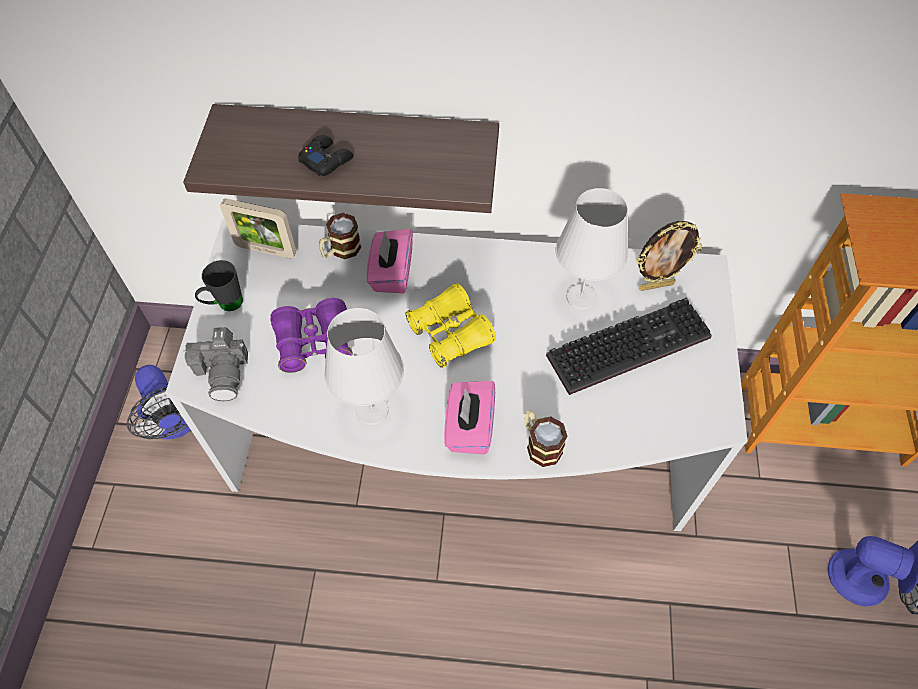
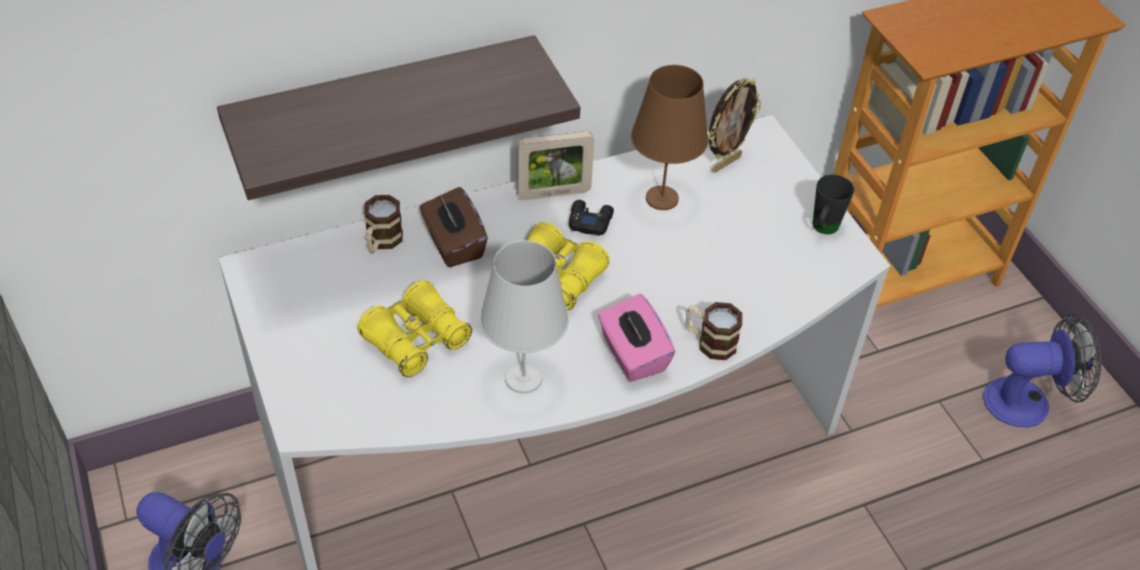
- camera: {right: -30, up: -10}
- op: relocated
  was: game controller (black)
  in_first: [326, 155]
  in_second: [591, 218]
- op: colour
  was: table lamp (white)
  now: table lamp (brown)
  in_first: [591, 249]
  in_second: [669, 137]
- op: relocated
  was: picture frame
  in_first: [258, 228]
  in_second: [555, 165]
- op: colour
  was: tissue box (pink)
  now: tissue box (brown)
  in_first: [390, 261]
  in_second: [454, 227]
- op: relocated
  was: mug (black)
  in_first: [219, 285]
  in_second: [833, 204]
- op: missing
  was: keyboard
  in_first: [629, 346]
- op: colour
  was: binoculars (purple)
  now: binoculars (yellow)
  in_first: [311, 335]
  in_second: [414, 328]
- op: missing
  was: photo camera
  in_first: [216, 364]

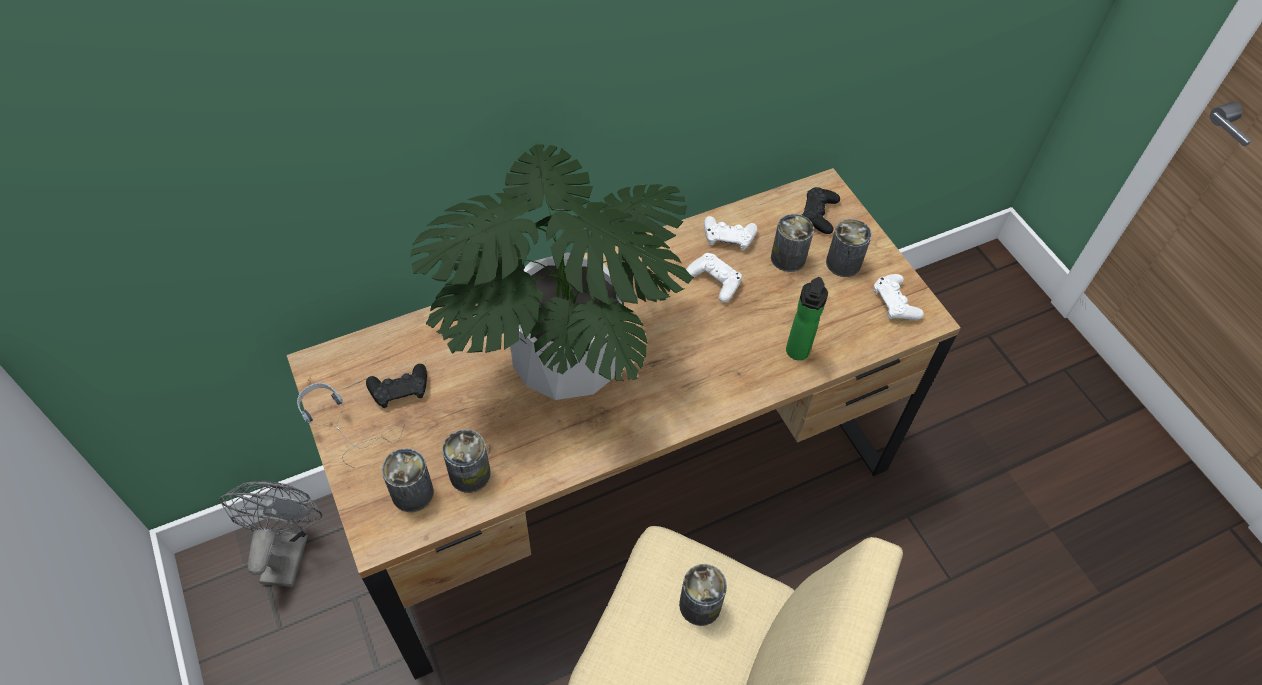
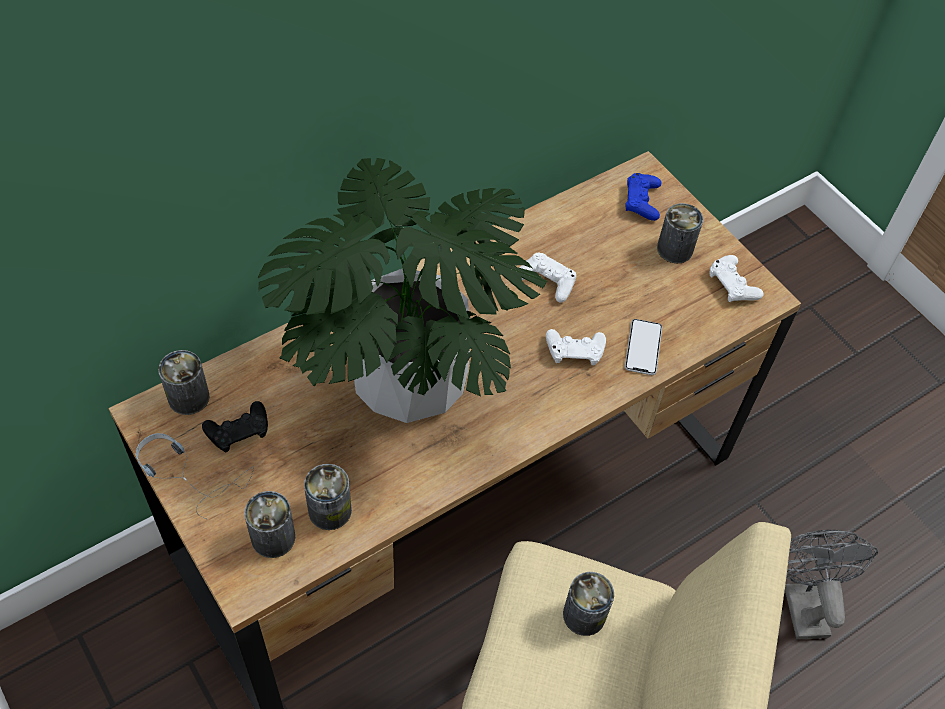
- camera: {right: -10, up: 0}
- op: colour
  was: game controller (black)
  now: game controller (blue)
  in_first: [821, 210]
  in_second: [643, 197]
- op: relocated
  was: can
  in_first: [792, 243]
  in_second: [184, 382]
- op: relocated
  was: game controller (white)
  in_first: [730, 233]
  in_second: [576, 347]
- op: exchanged
  was: bottle
  now: phone
  in_first: [807, 318]
  in_second: [643, 347]
- op: relocated
  was: fan (grey)
  in_first: [270, 534]
  in_second: [831, 584]

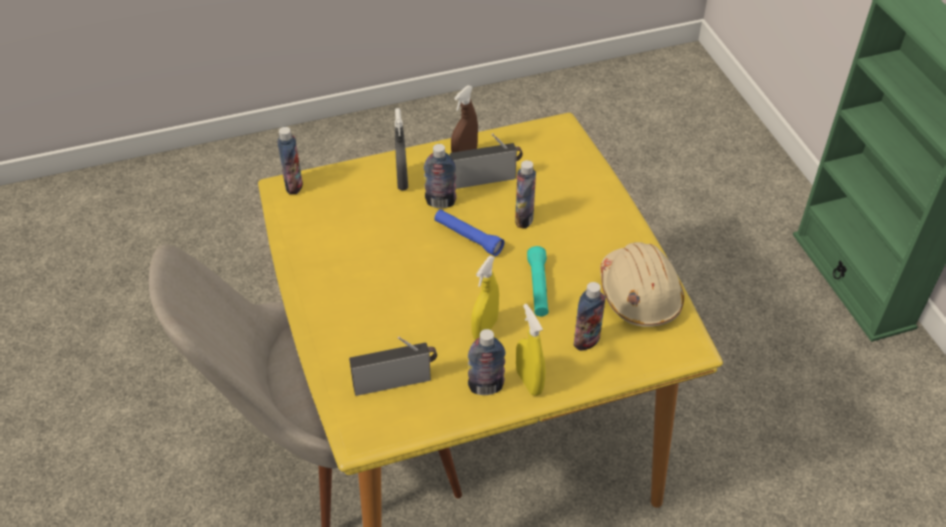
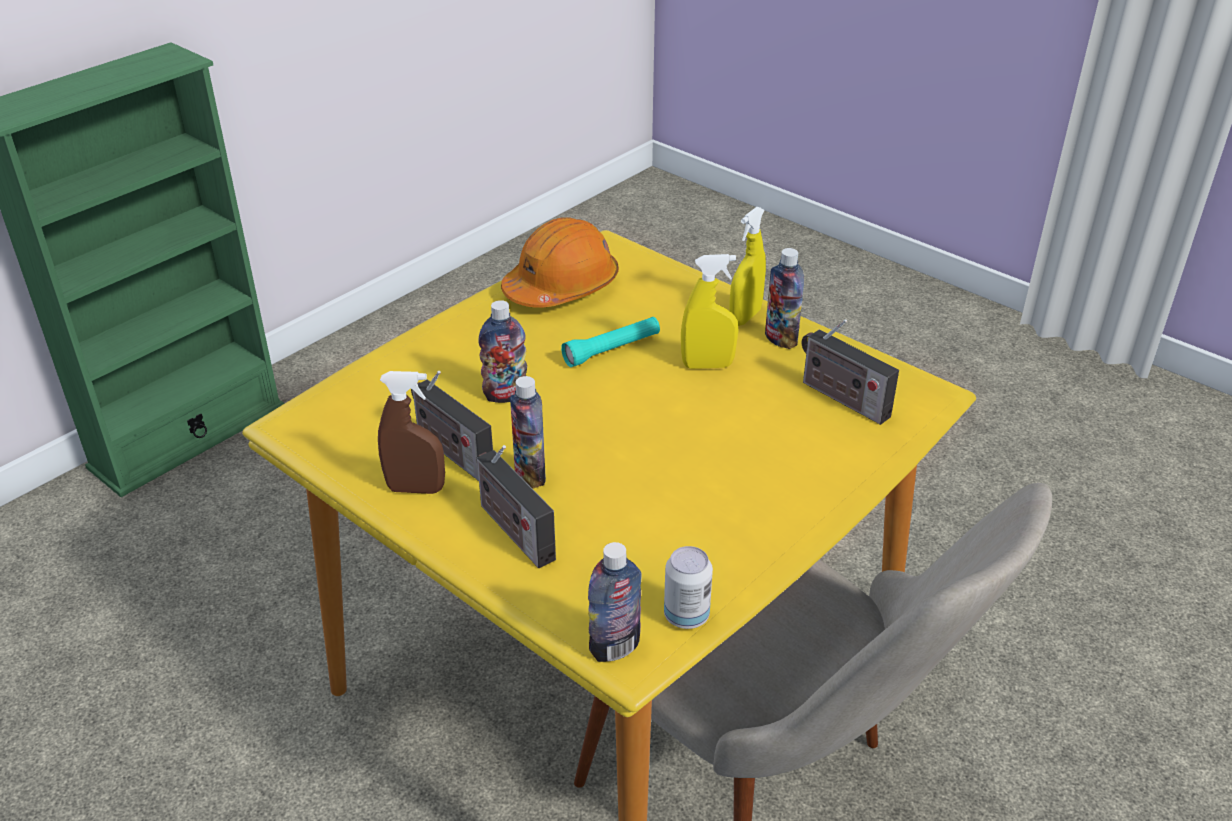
- camera: {right: -120, up: -10}
- op: exchanged
  was: spray bottle (grey)
  now: radio
  in_first: [401, 149]
  in_second: [516, 506]
- op: missing
  was: flashlight (blue)
  in_first: [469, 232]
- op: colour
  was: hard hat (beige)
  now: hard hat (orange)
  in_first: [642, 284]
  in_second: [560, 262]
- op: missing
  was: bottle
  in_first: [590, 316]
- op: appeared
  now: can
  in_second: [688, 587]

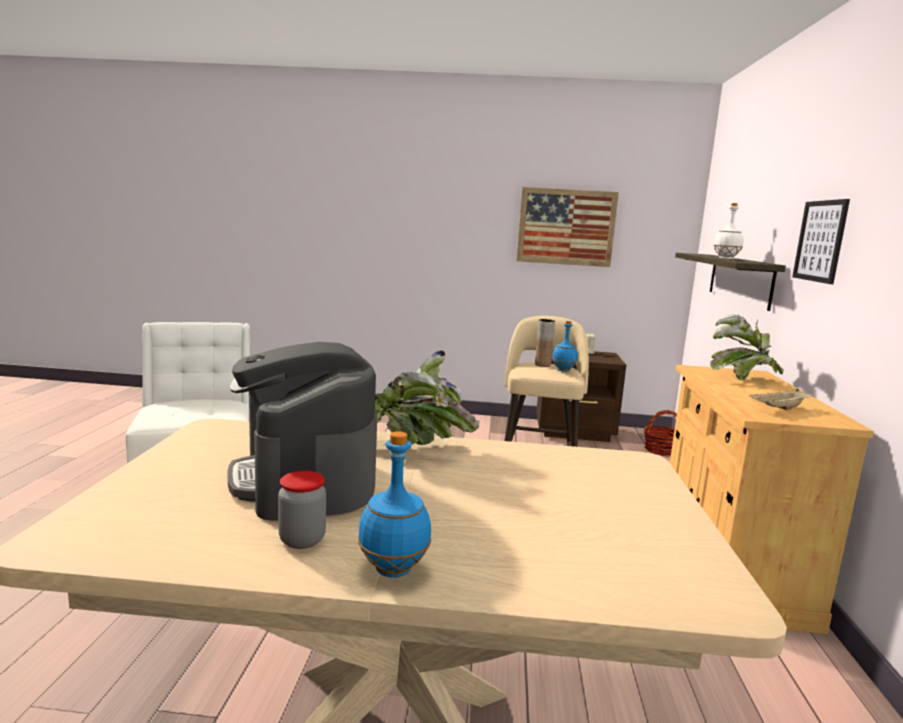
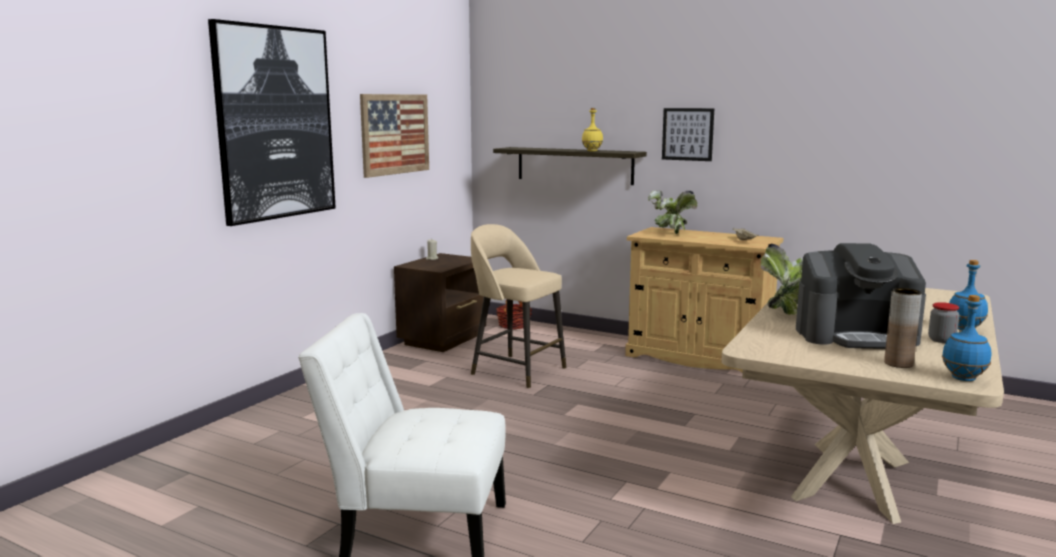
- camera: {right: -65, up: 0}
- op: colour
  was: bottle (white)
  now: bottle (yellow)
  in_first: [728, 231]
  in_second: [592, 129]
- op: relocated
  was: vase (brown)
  in_first: [545, 343]
  in_second: [903, 328]
- op: relocated
  was: bottle (blue)
  in_first: [565, 346]
  in_second: [966, 338]
- op: appeared
  now: picture
  in_second: [272, 122]

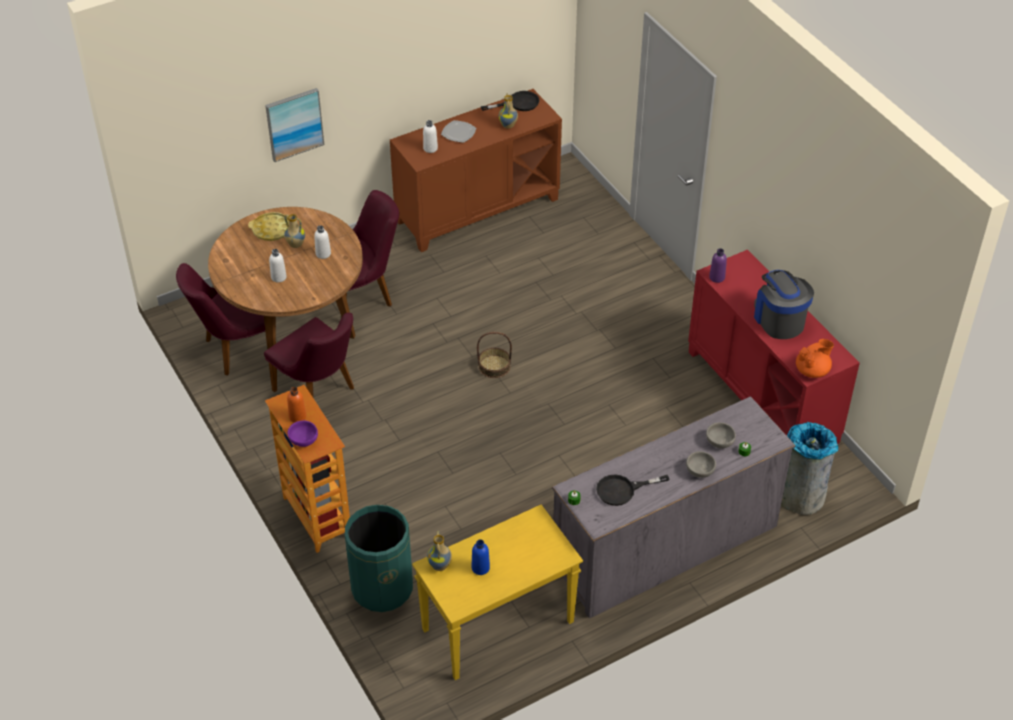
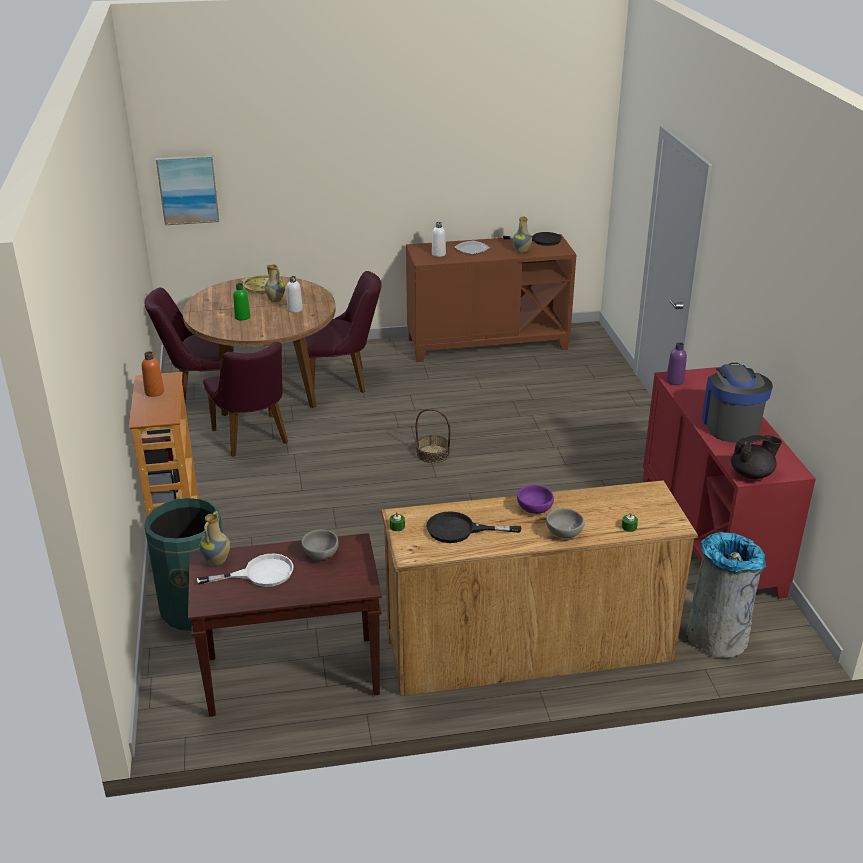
- camera: {right: 20, up: -15}
- op: relocated
  was: picture
  in_first: [294, 125]
  in_second: [187, 190]
- op: colour
  was: bottle (white)
  now: bottle (green)
  in_first: [278, 265]
  in_second: [241, 302]
- op: colour
  was: teapot (orange)
  now: teapot (black)
  in_first: [815, 358]
  in_second: [756, 457]
- op: colour
  was: dresser (grey)
  now: dresser (brown)
  in_first: [673, 507]
  in_second: [539, 588]
- op: relocated
  was: bowl (purple)
  in_first: [303, 434]
  in_second: [535, 499]
- op: relocated
  was: bowl (grey)
  in_first: [721, 435]
  in_second: [320, 544]
- op: colour
  was: console table (yellow)
  now: console table (brown)
  in_first: [497, 592]
  in_second: [285, 625]
- op: exchanged
  was: bottle (blue)
  now: frying pan (white)
  in_first: [481, 557]
  in_second: [245, 570]

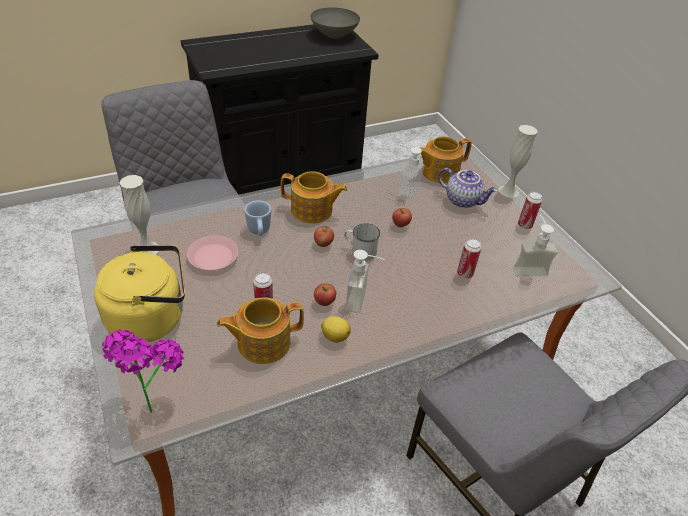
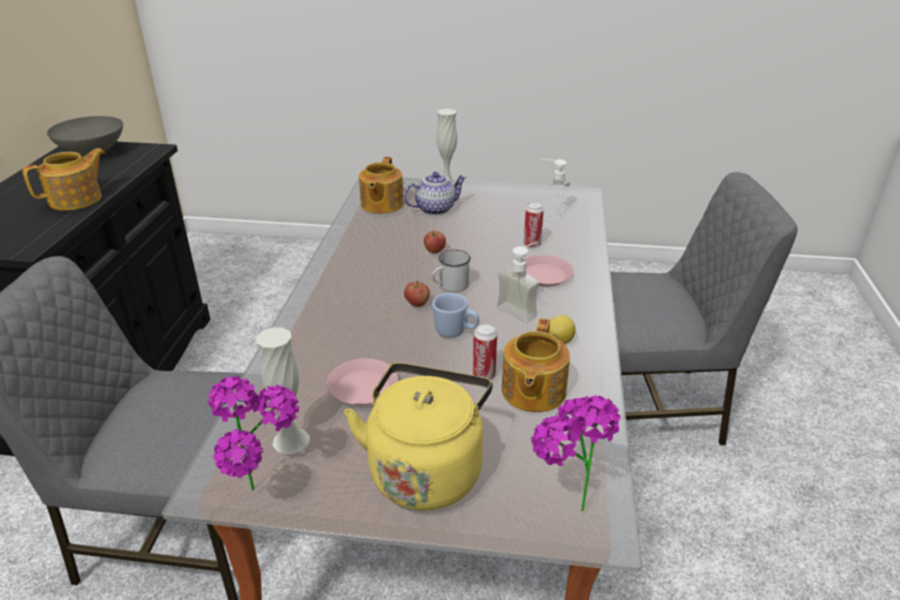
- camera: {right: -55, up: -10}
- op: missing
  was: soap dispenser
  in_first: [410, 172]
- op: relocated
  was: teapot
  in_first: [314, 197]
  in_second: [64, 179]
- op: missing
  was: can
  in_first: [530, 210]
- op: relocated
  was: mug (blue)
  in_first: [257, 218]
  in_second: [455, 315]
- op: missing
  was: apple
  in_first: [325, 294]
- op: appeared
  now: plate (pink)
  in_second: [549, 271]
- op: appeared
  now: potted plant
  in_second: [253, 433]

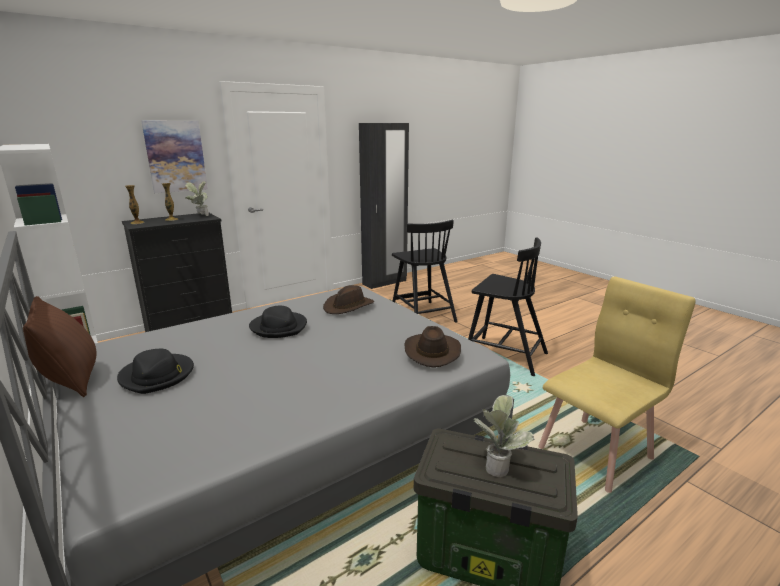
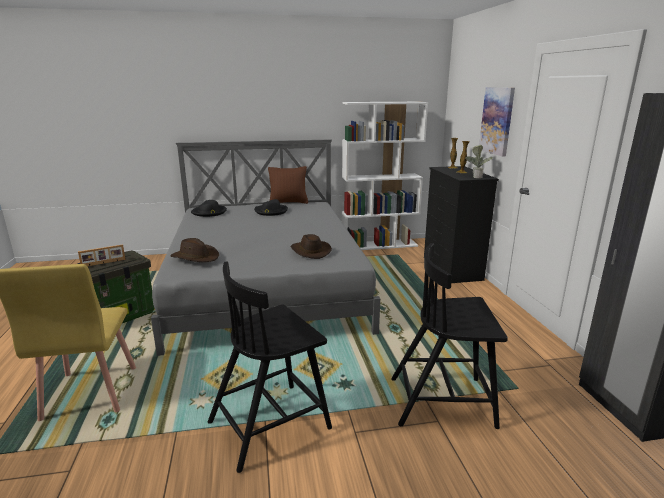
- camera: {right: 115, up: 0}
- op: relocated
  was: hat (black)
  in_first: [278, 322]
  in_second: [209, 208]
- op: exchanged
  was: potted plant
  now: picture frame
  in_first: [504, 436]
  in_second: [102, 255]

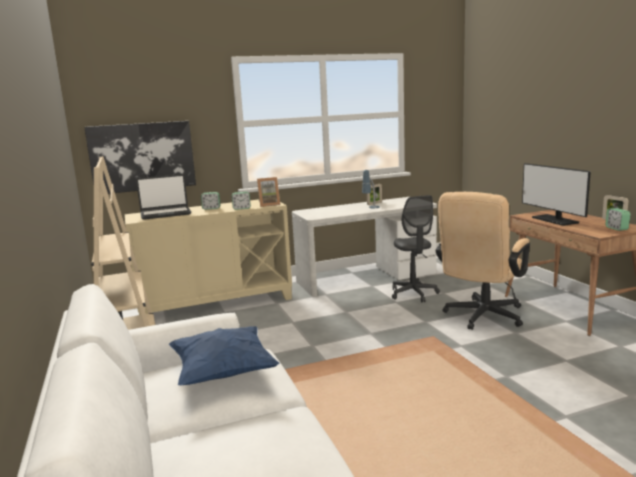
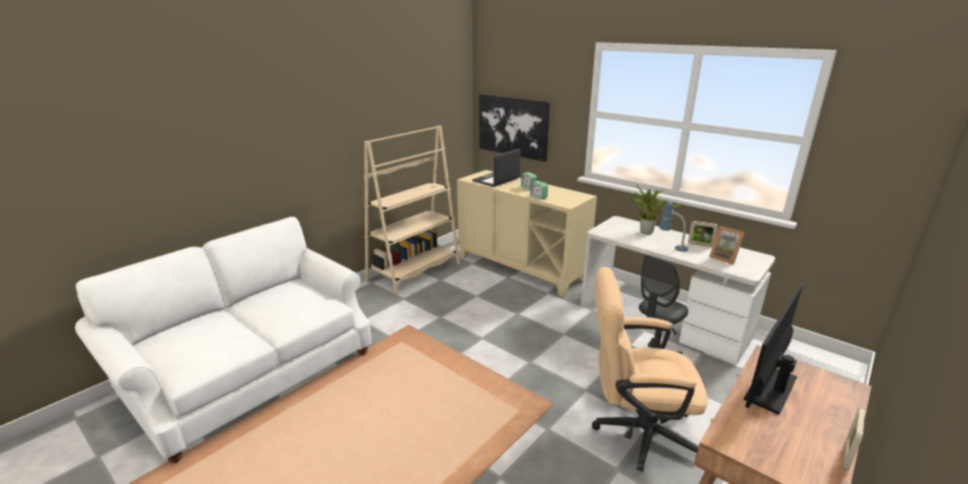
- camera: {right: 60, up: 10}
- op: spun
  was: laptop
  in_first: [163, 197]
  in_second: [496, 168]
  clockwise: 90
- op: relocated
  was: picture frame
  in_first: [268, 192]
  in_second: [727, 245]
- op: missing
  was: alarm clock
  in_first: [618, 219]
- op: missing
  was: pillow (blue)
  in_first: [224, 355]
- op: appeared
  now: potted plant
  in_second: [652, 209]

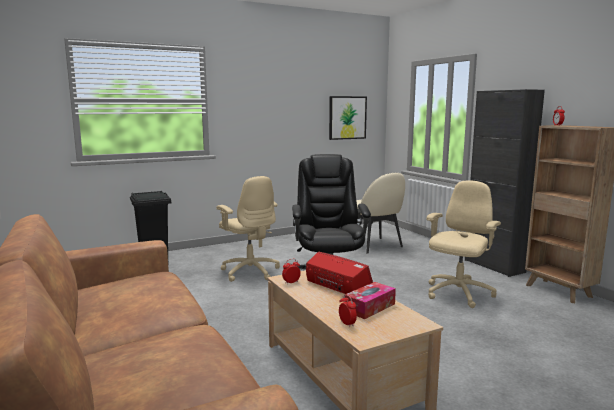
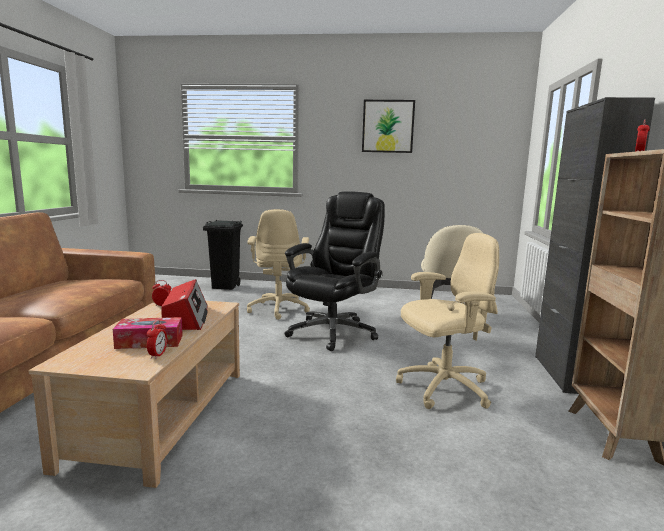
- camera: {right: 35, up: 0}
- op: relocated
  was: picture
  in_first: [348, 118]
  in_second: [388, 126]
- op: relocated
  was: alarm clock
  in_first: [348, 310]
  in_second: [157, 339]

